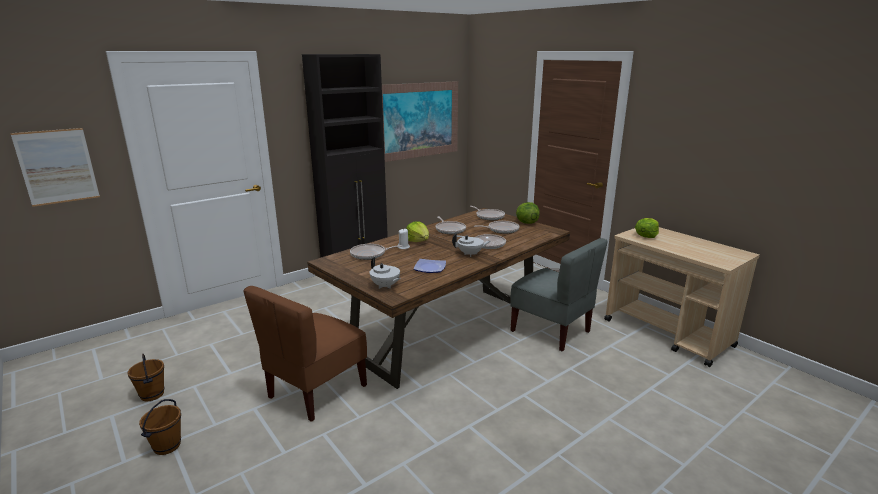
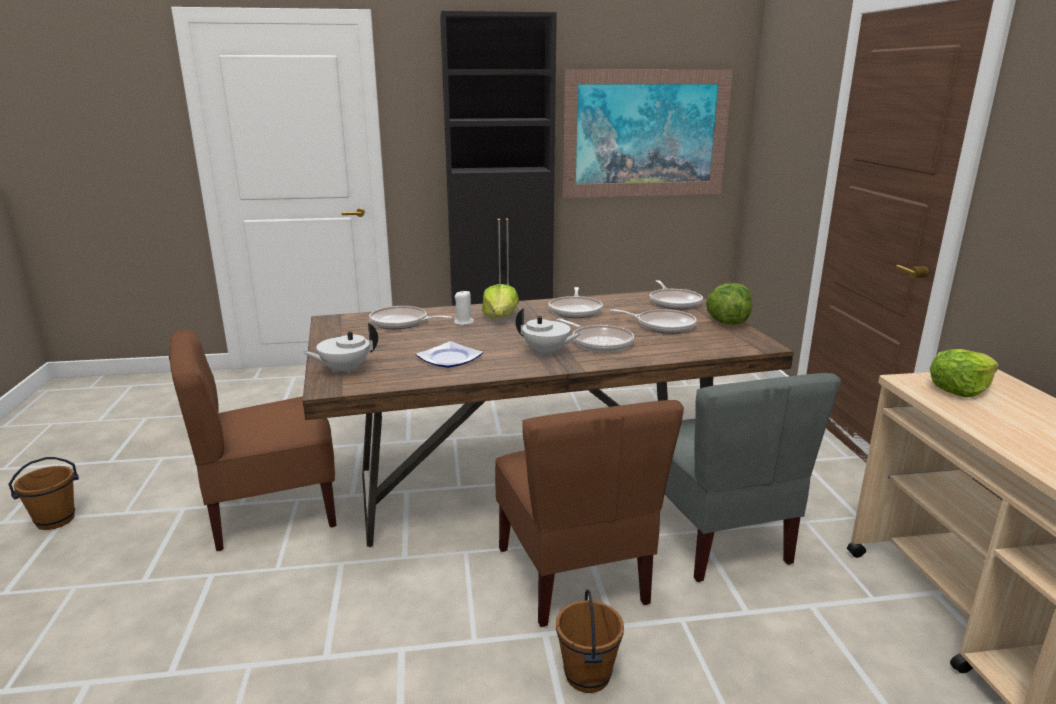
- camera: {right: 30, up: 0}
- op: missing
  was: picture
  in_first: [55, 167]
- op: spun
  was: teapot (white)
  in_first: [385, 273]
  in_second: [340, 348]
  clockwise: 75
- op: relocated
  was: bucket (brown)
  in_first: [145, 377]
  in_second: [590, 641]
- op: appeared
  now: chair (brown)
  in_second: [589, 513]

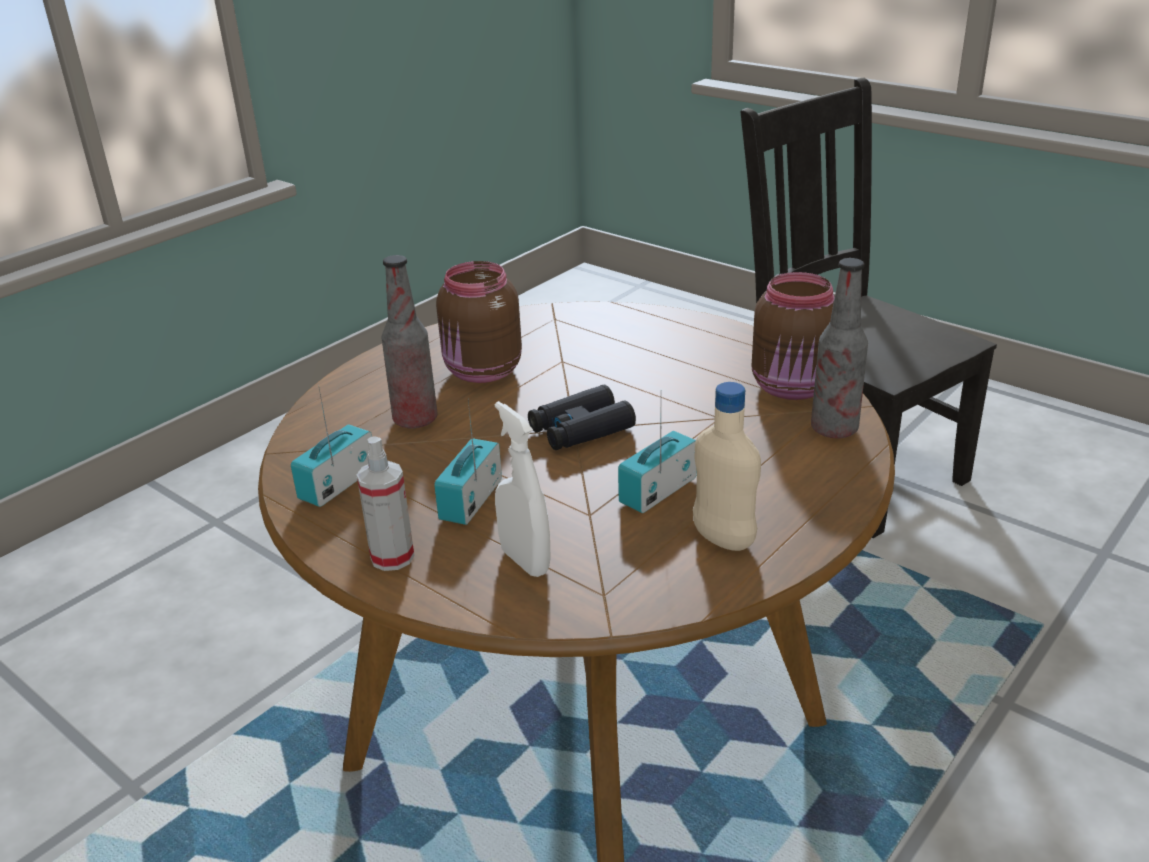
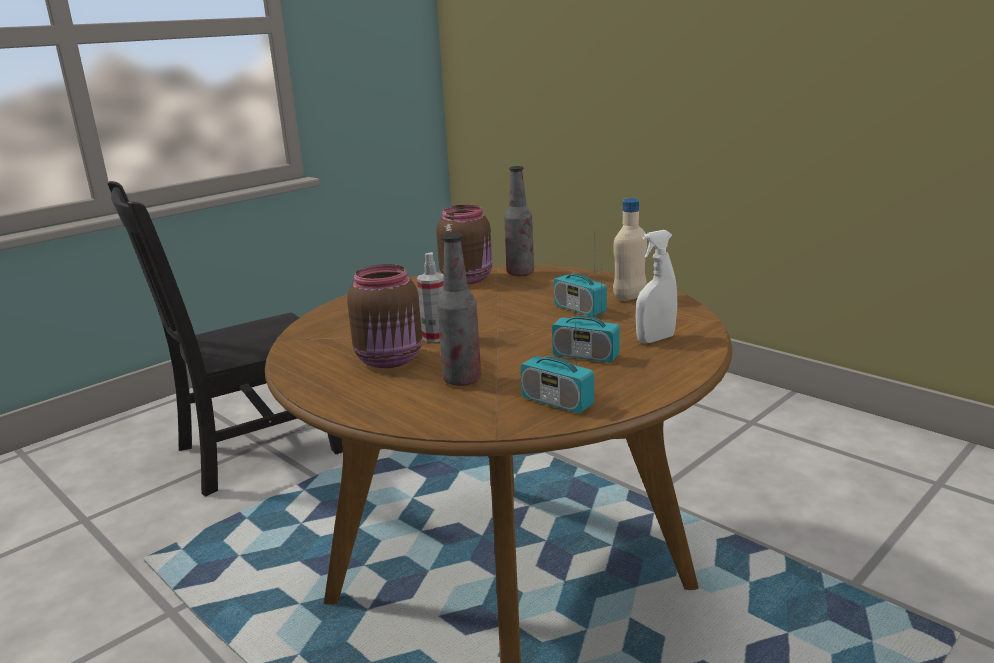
- camera: {right: -85, up: -10}
- op: missing
  was: binoculars (black)
  in_first: [582, 417]
- op: relocated
  was: spray bottle
  in_first: [386, 503]
  in_second: [430, 297]

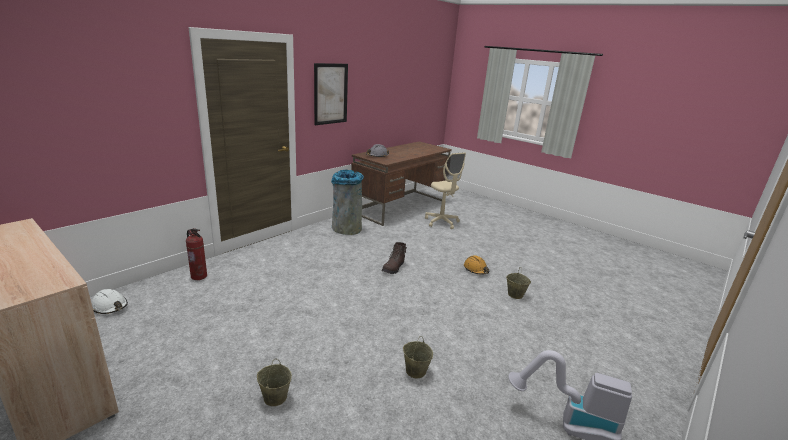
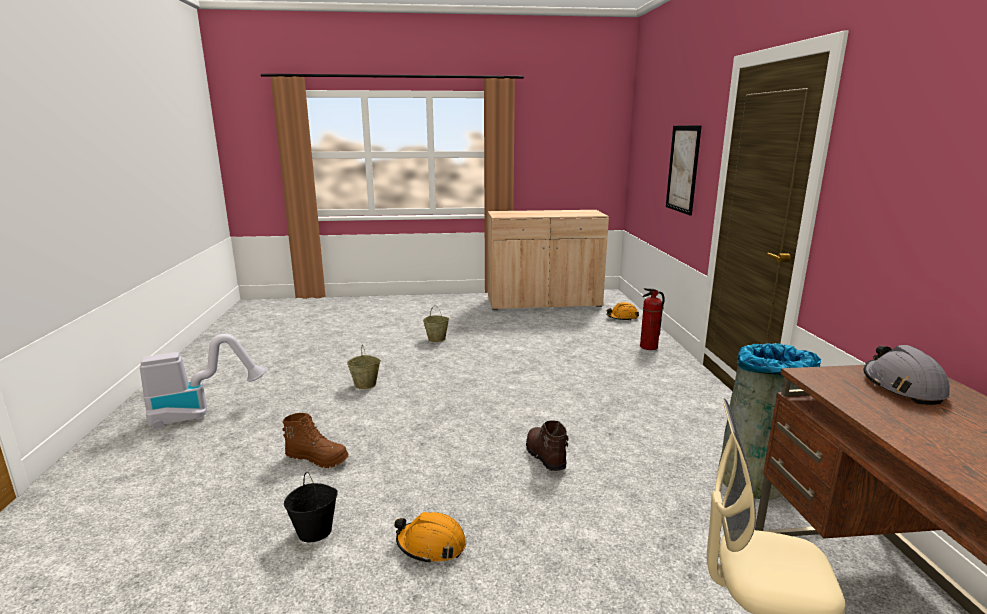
- camera: {right: 135, up: -5}
- op: relocated
  was: picture
  in_first: [331, 94]
  in_second: [684, 170]
- op: colour
  was: bucket (beige)
  now: bucket (black)
  in_first: [518, 285]
  in_second: [311, 507]
- op: colour
  was: hard hat (white)
  now: hard hat (orange)
  in_first: [109, 301]
  in_second: [623, 311]
- op: appeared
  now: boot (brown)
  in_second: [315, 440]

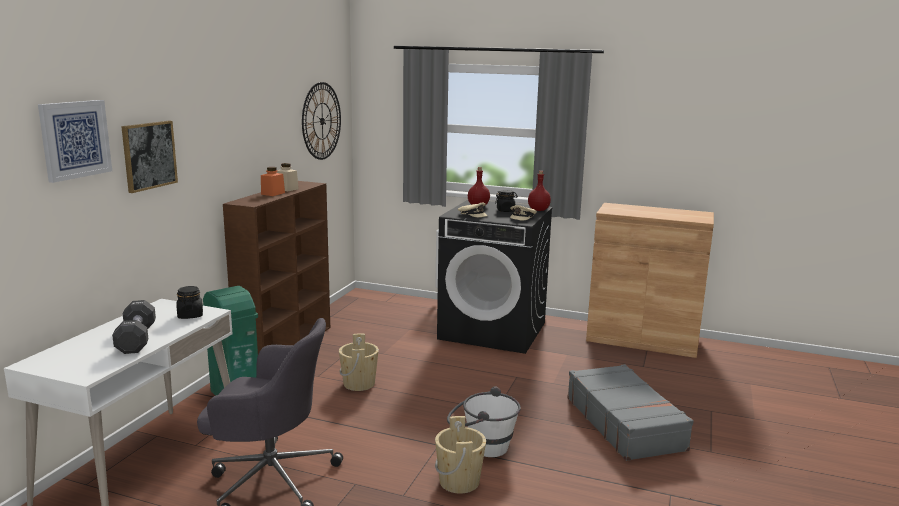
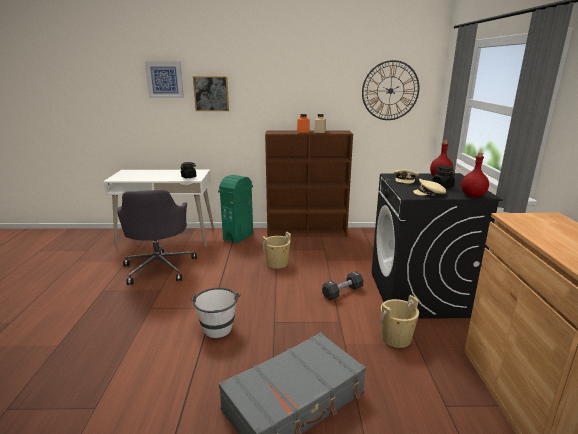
- camera: {right: 70, up: 5}
- op: relocated
  was: dumbbell (black)
  in_first: [134, 327]
  in_second: [343, 285]
- op: relocated
  was: bucket (beige)
  in_first: [460, 455]
  in_second: [399, 321]

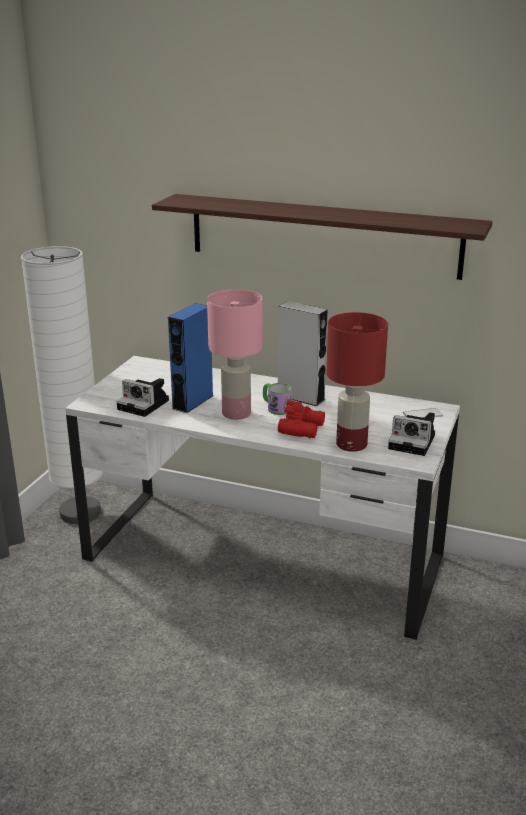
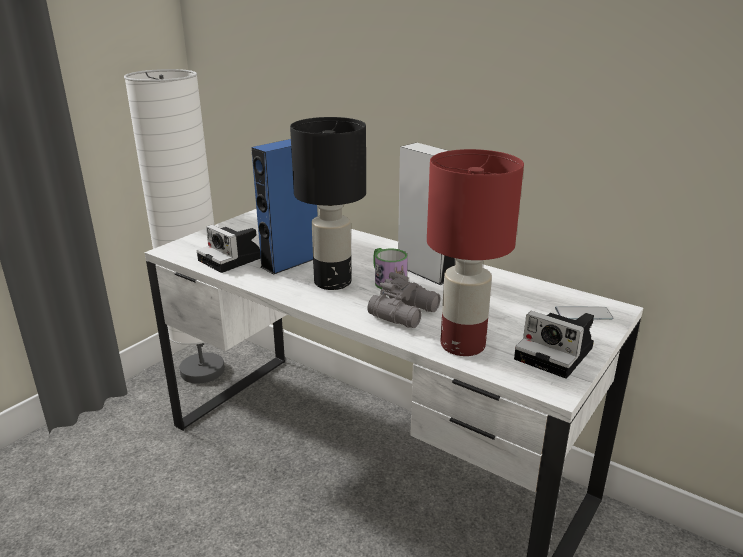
- camera: {right: 15, up: 0}
- op: missing
  was: shelf
  in_first: [322, 237]
- op: colour
  was: table lamp (pink)
  now: table lamp (black)
  in_first: [235, 354]
  in_second: [328, 203]
- op: colour
  was: binoculars (red)
  now: binoculars (grey)
  in_first: [301, 419]
  in_second: [404, 300]

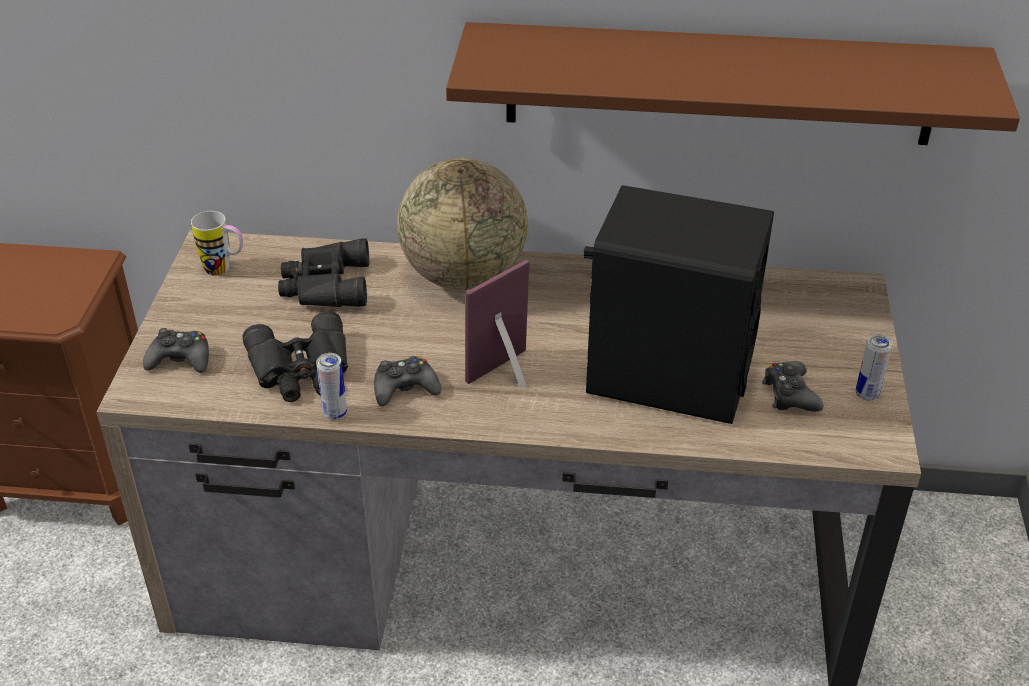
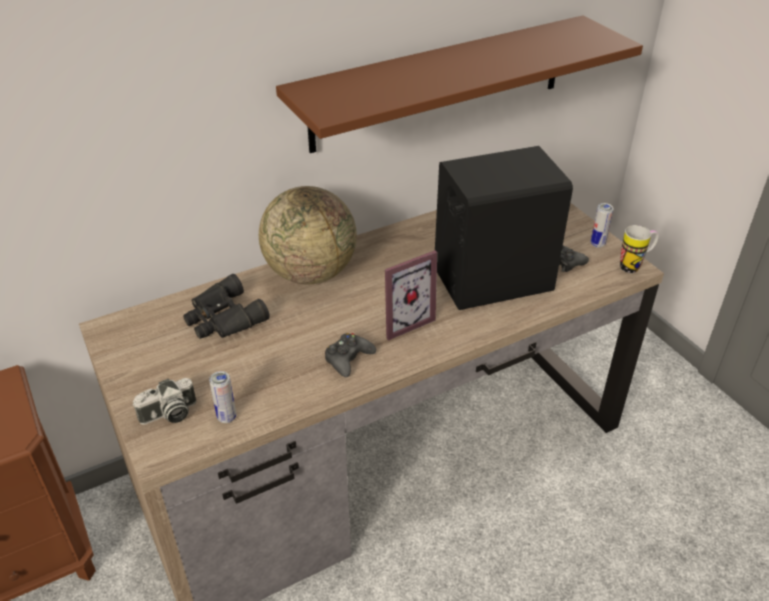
- camera: {right: -35, up: 0}
- op: relocated
  was: mug
  in_first: [217, 243]
  in_second: [639, 249]
- op: spun
  was: picture frame
  in_first: [497, 324]
  in_second: [411, 295]
  clockwise: -135
- op: missing
  was: binoculars (black)
  in_first: [295, 356]
- op: exchanged
  was: game controller (black)
  now: photo camera
  in_first: [176, 350]
  in_second: [165, 401]
- op: relocated
  was: can
  in_first: [331, 386]
  in_second: [222, 397]

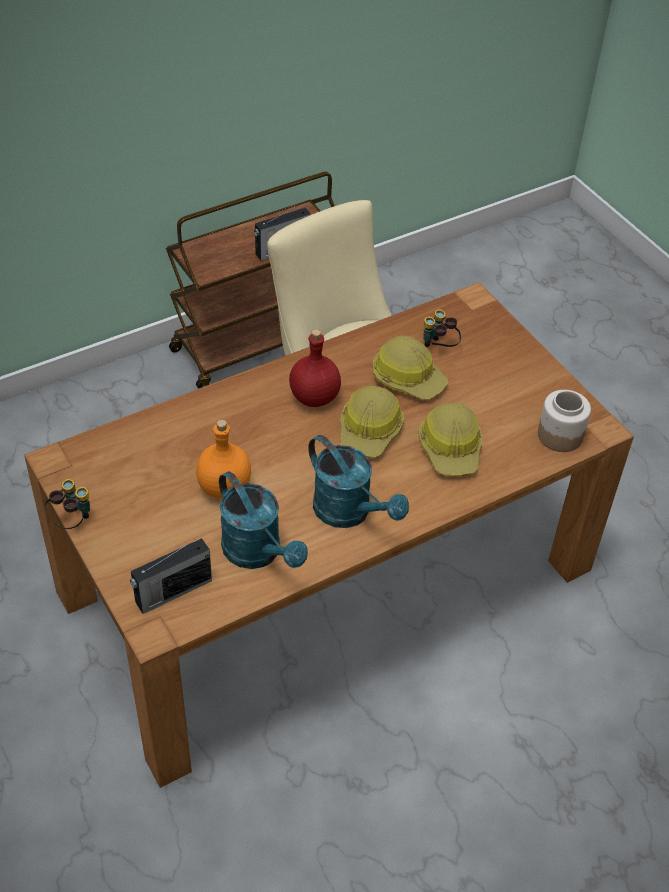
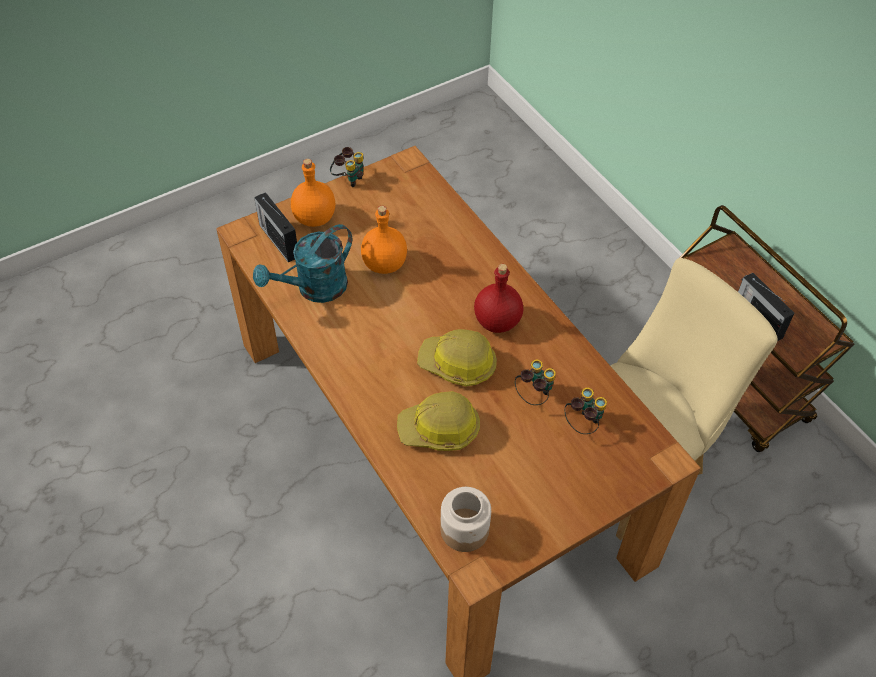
- camera: {right: 90, up: 5}
- op: exchanged
  was: hard hat
  now: binoculars
  in_first: [410, 368]
  in_second: [535, 382]
- op: missing
  was: watering can (turquoise)
  in_first: [358, 481]
- op: appeared
  now: bottle (orange)
  in_second: [313, 193]

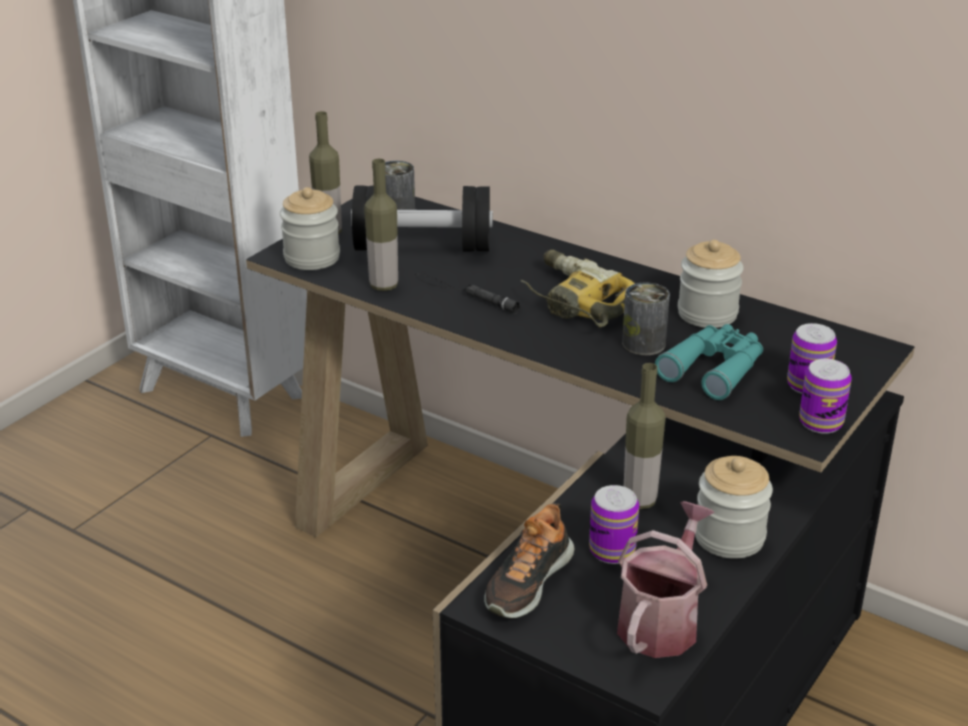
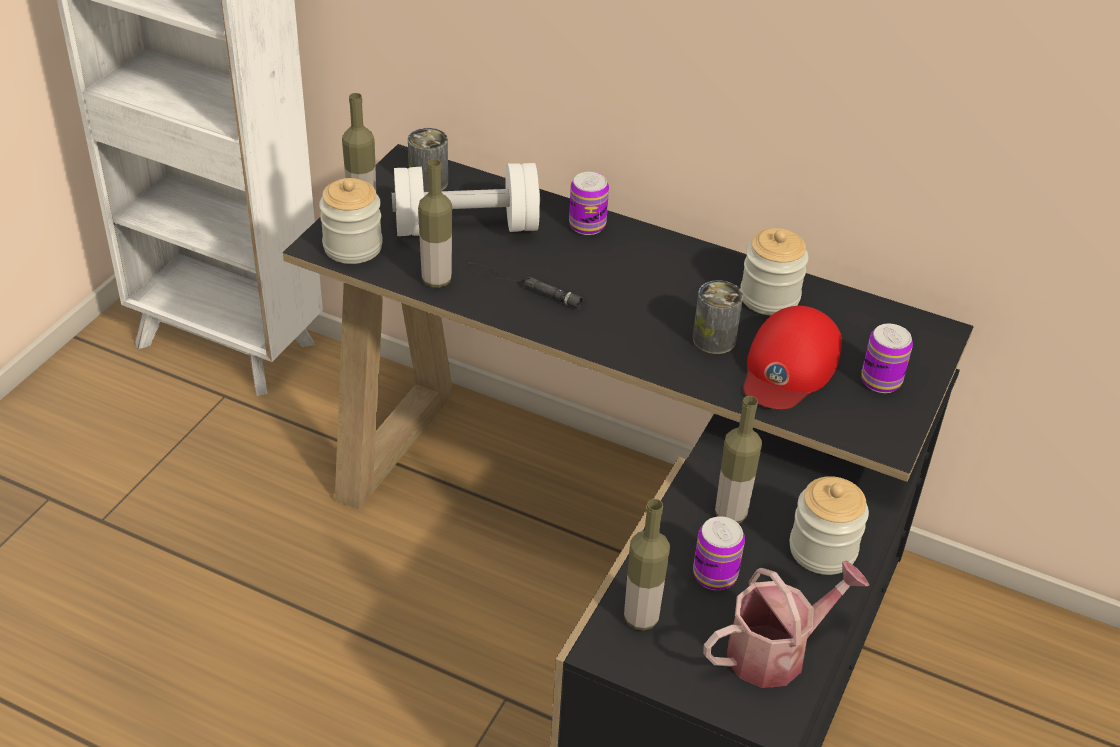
- camera: {right: -10, up: 10}
- op: colour
  was: dumbbell (black)
  now: dumbbell (white)
  in_first: [422, 218]
  in_second: [465, 199]
- op: missing
  was: power drill
  in_first: [578, 289]
- op: exchanged
  was: binoculars (turquoise)
  now: cap (red)
  in_first: [709, 362]
  in_second: [792, 357]
- op: relocated
  was: can
  in_first: [825, 396]
  in_second: [589, 203]
- op: spun
  was: watering can
  in_first: [666, 579]
  in_second: [786, 624]
  clockwise: 45
- op: exchanged
  was: shoe
  now: bottle
  in_first: [529, 560]
  in_second: [647, 565]

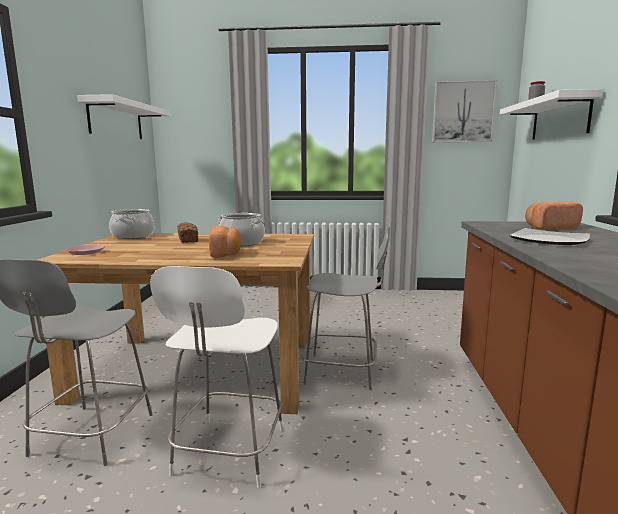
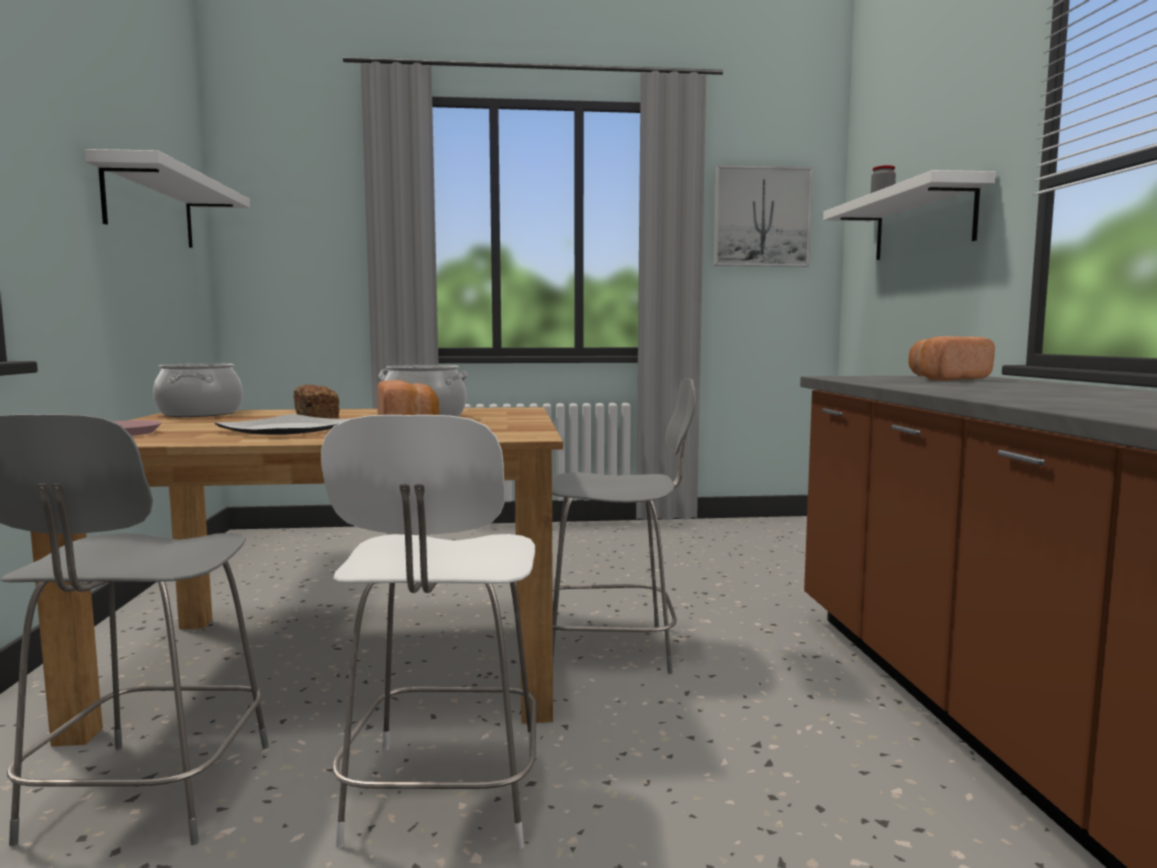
- camera: {right: -10, up: -5}
- op: relocated
  was: plate
  in_first: [549, 236]
  in_second: [283, 424]

